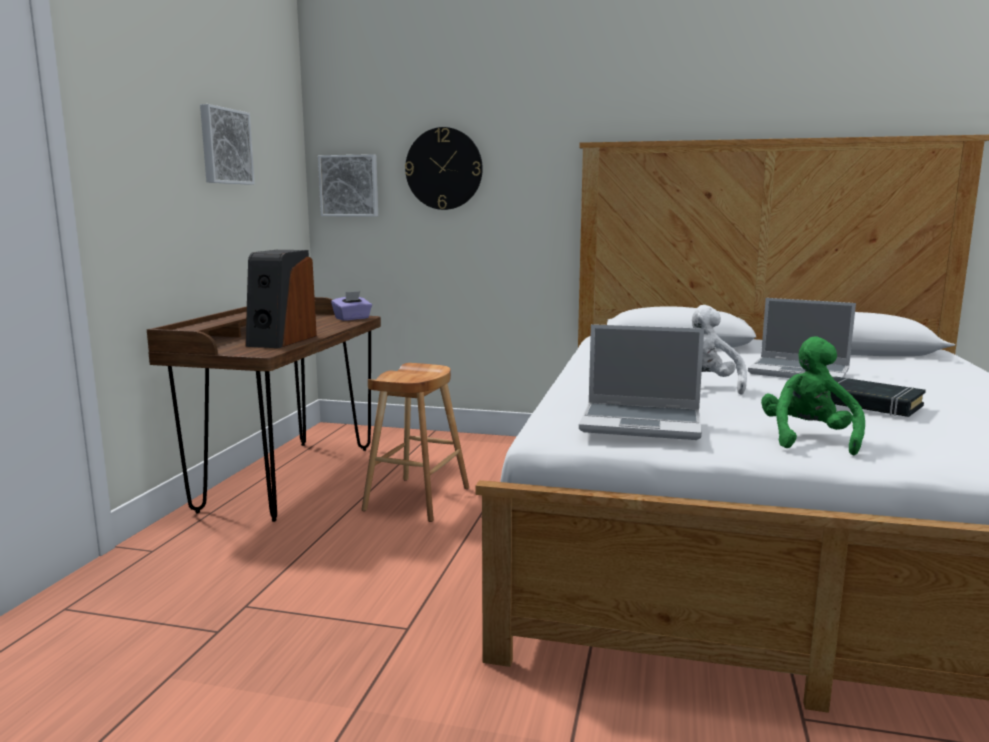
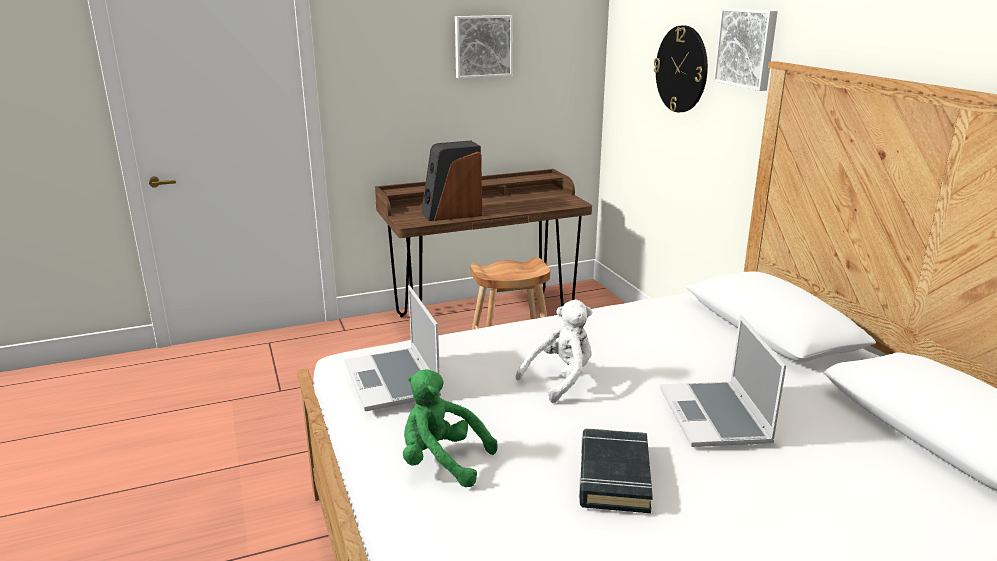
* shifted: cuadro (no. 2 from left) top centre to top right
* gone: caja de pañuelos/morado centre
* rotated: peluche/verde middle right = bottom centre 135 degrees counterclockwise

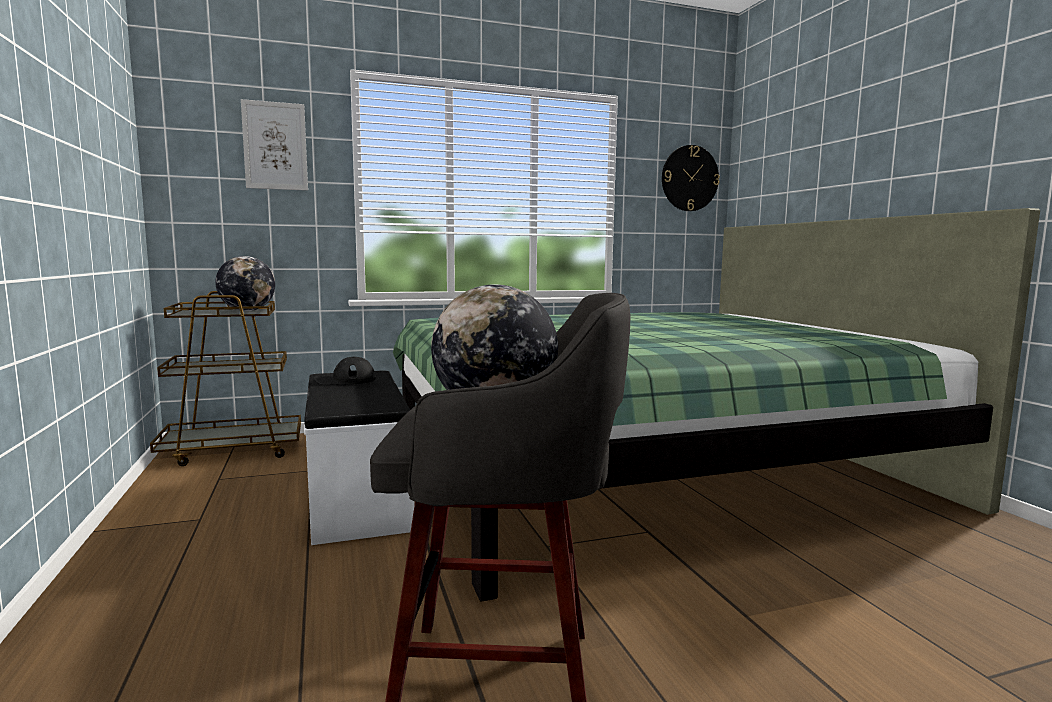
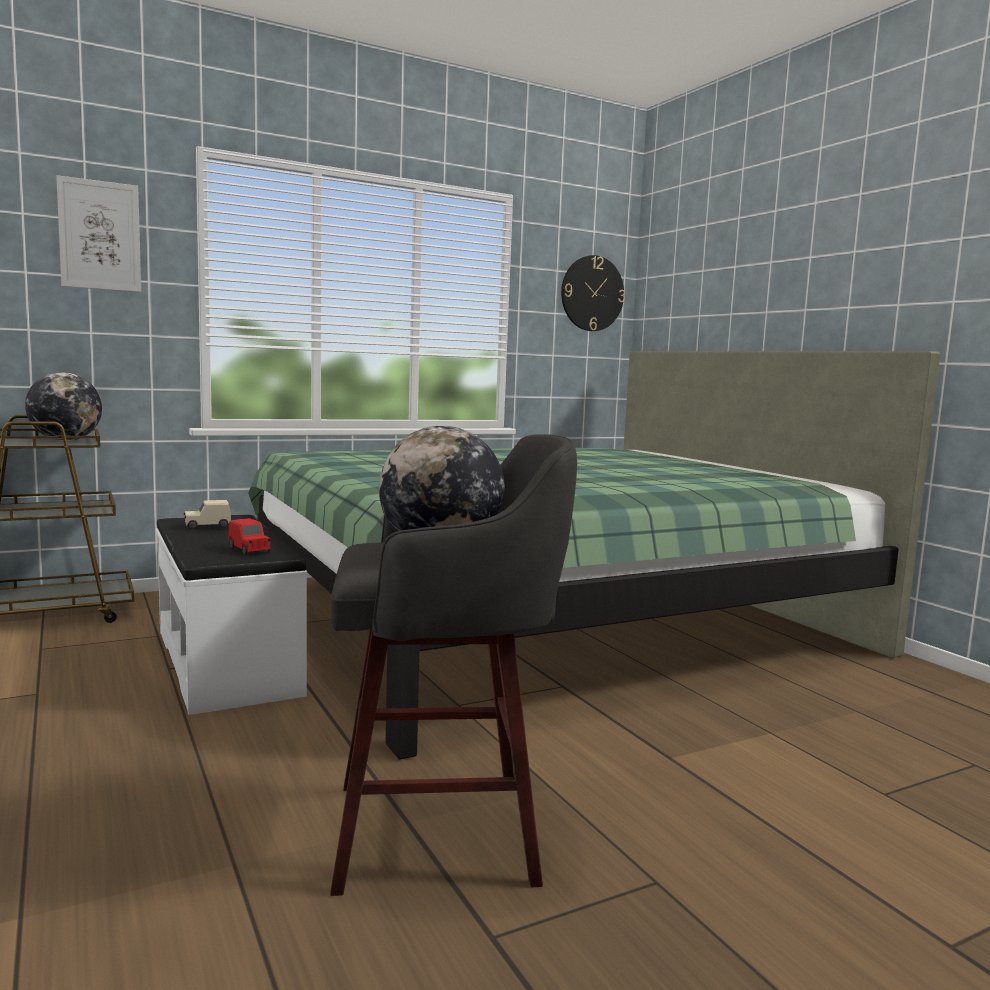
* swapped: gorra/negro middle left to coche de juguete/beis middle left
* new: coche de juguete/rojo middle left

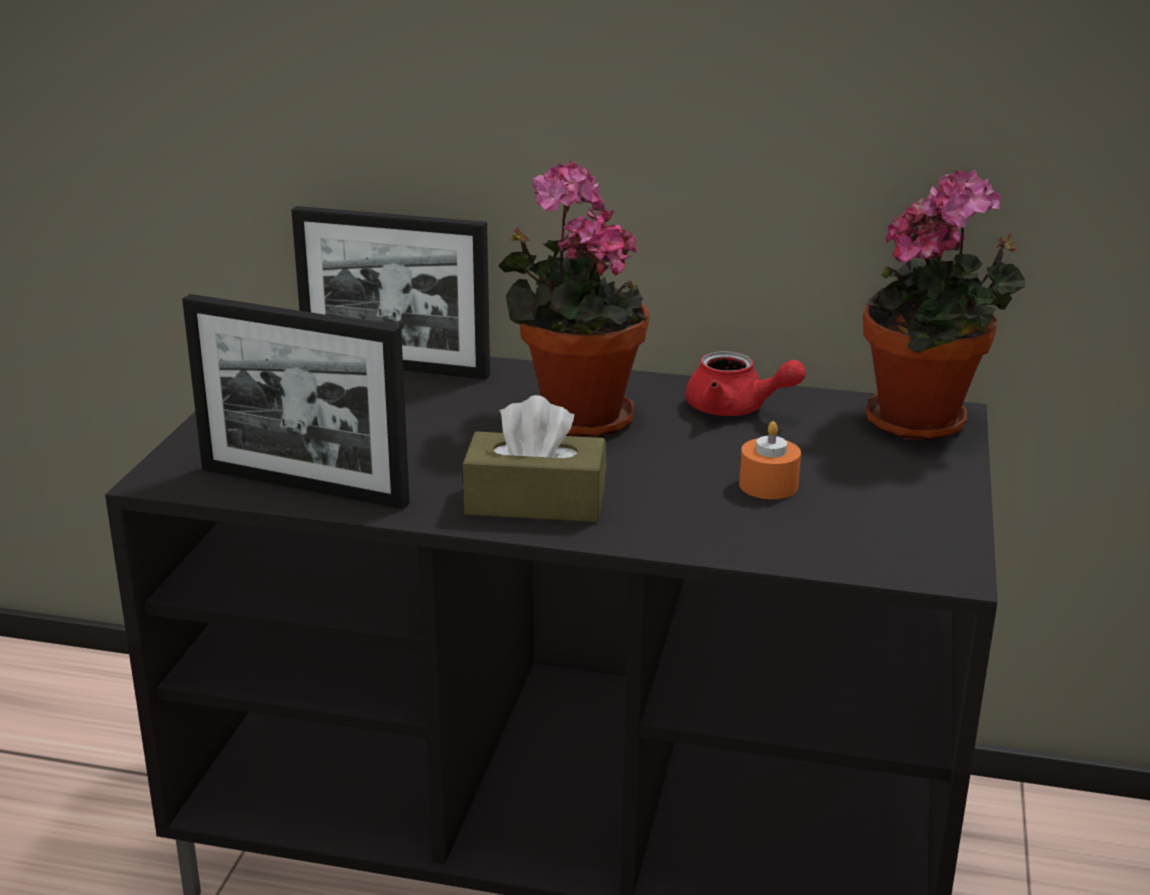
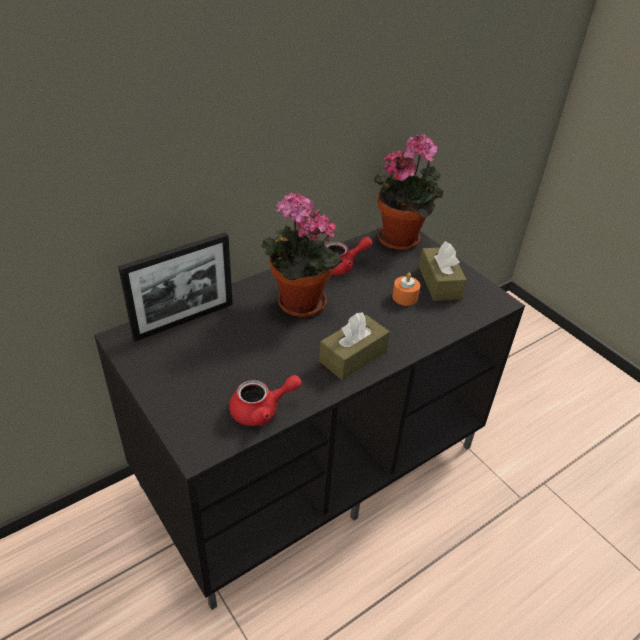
* swapped: portarretratos (no. 1 from left) middle left to tetera/rojo (no. 1 from left) centre
* new: caja de pañuelos/marrón (no. 2 from left) middle right

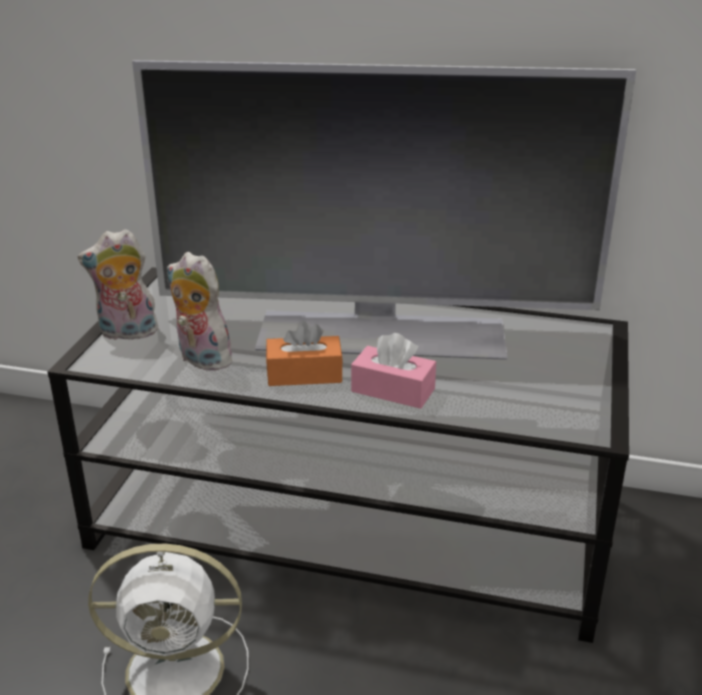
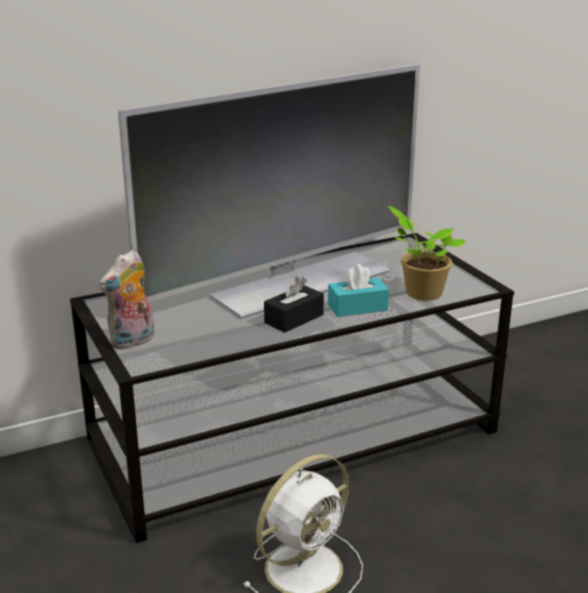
* gone: peluche (no. 2 from left) middle left
* repainted: caja de pañuelos/naranja centre to caja de pañuelos/negro centre
* repainted: caja de pañuelos/rosa centre to caja de pañuelos/turquesa centre
* new: planta en maceta middle right

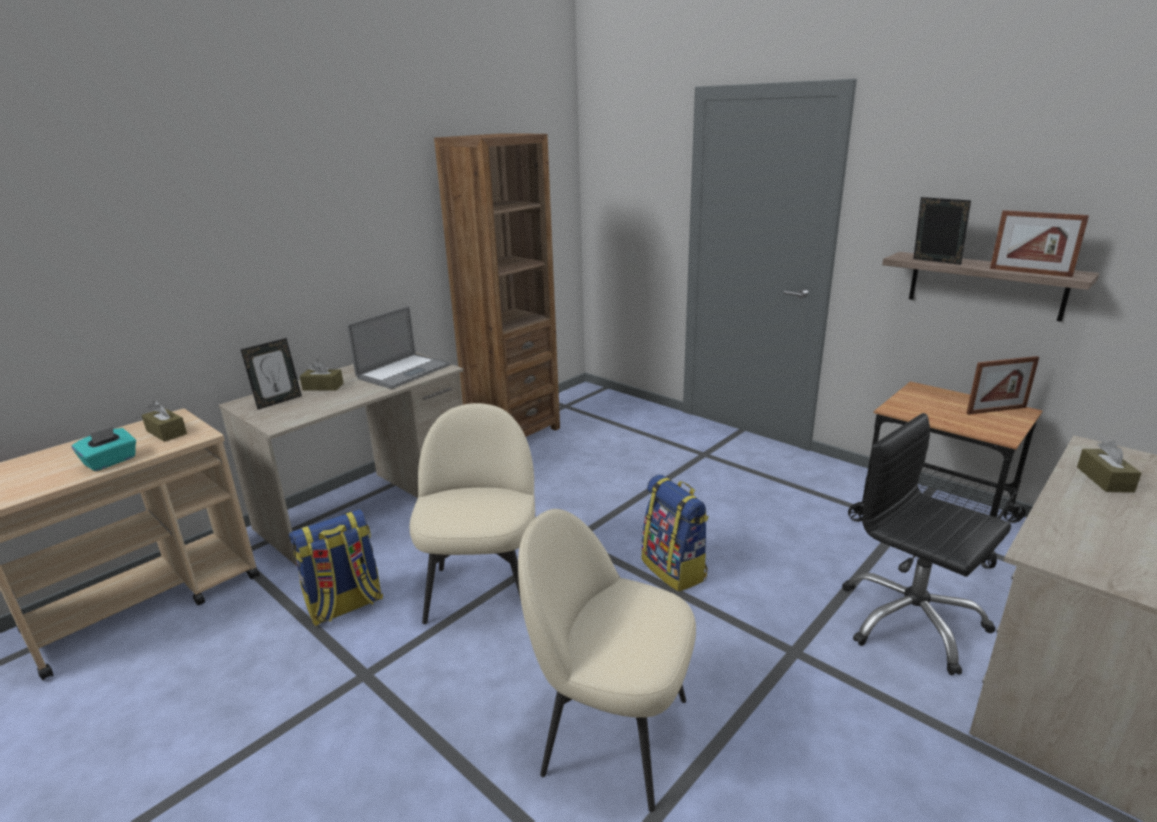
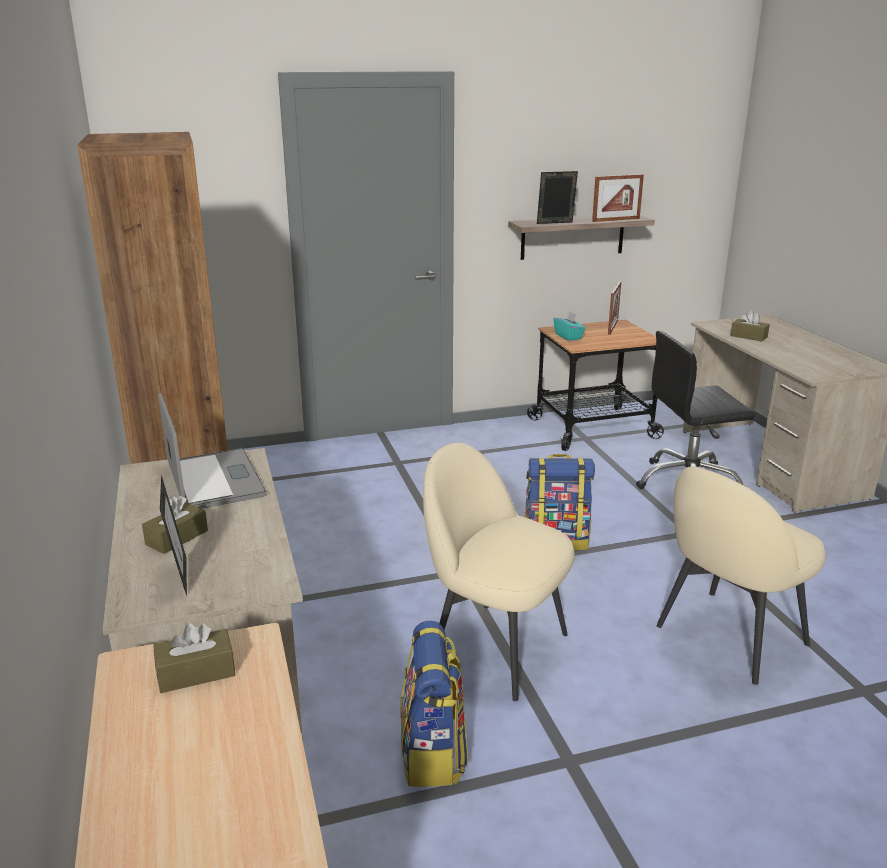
* shifted: caja de pañuelos/turquesa middle left to centre

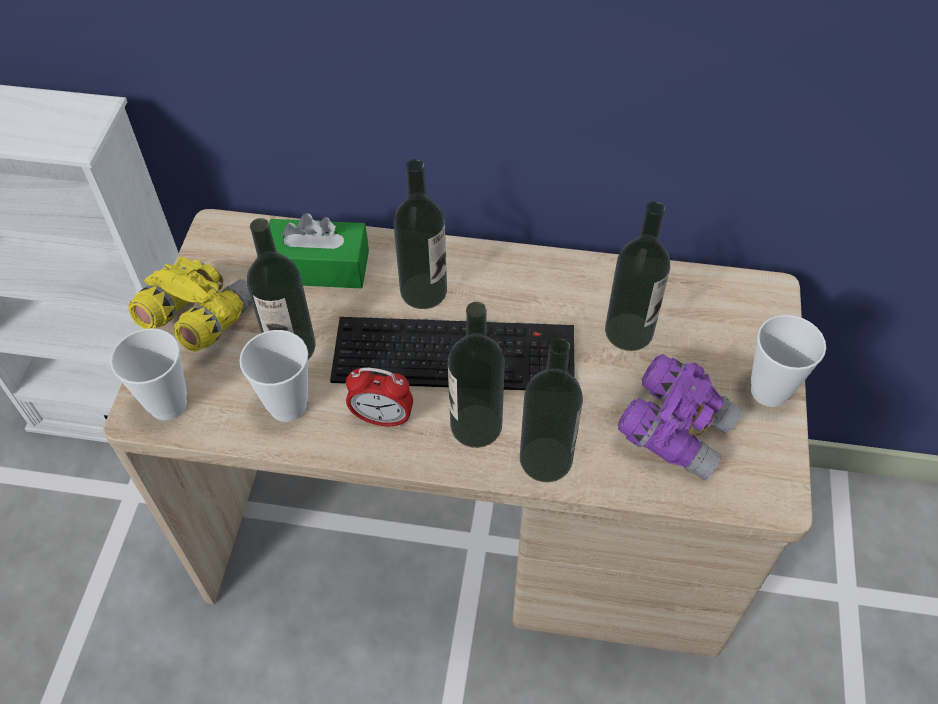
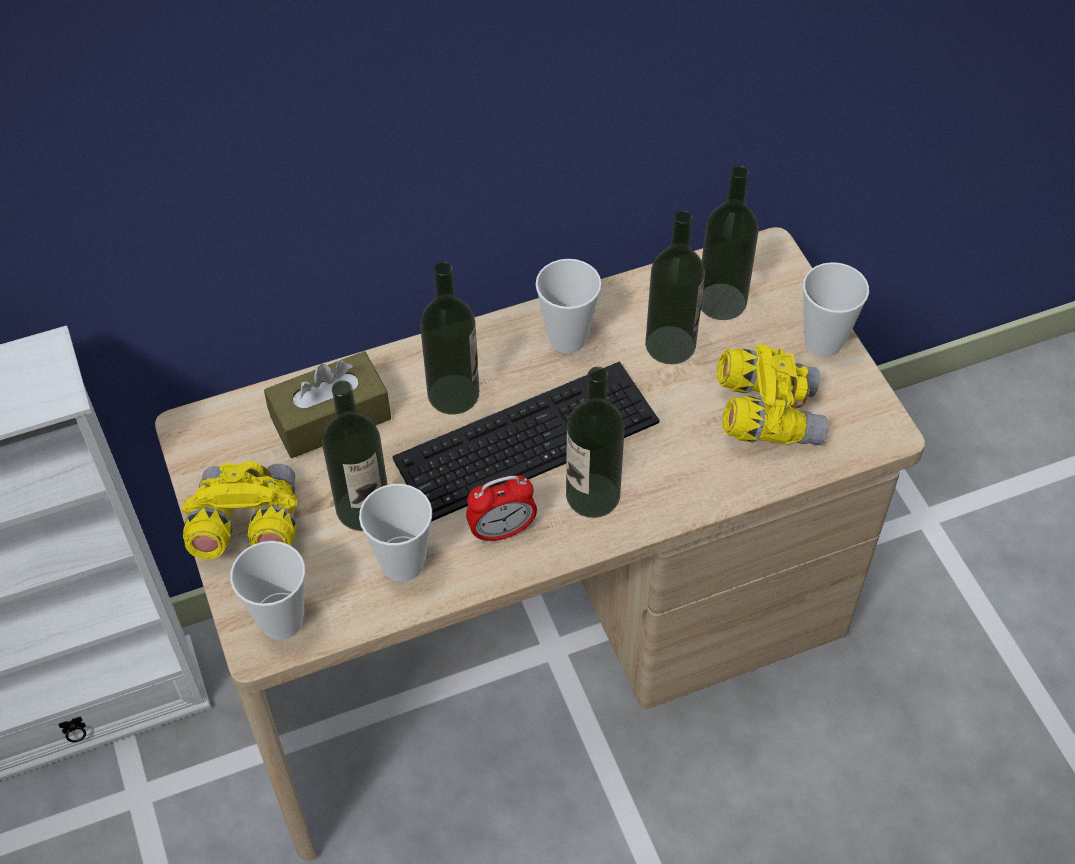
* repainted: caja de pañuelos/verde centre to caja de pañuelos/marrón middle left
* shifted: botella (no. 4 from left in the first image) centre to botella (no. 5 from left) top right
* repainted: prismáticos/morado middle right to prismáticos/amarillo (no. 2 from left) middle right
* new: taza (no. 3 from left) centre

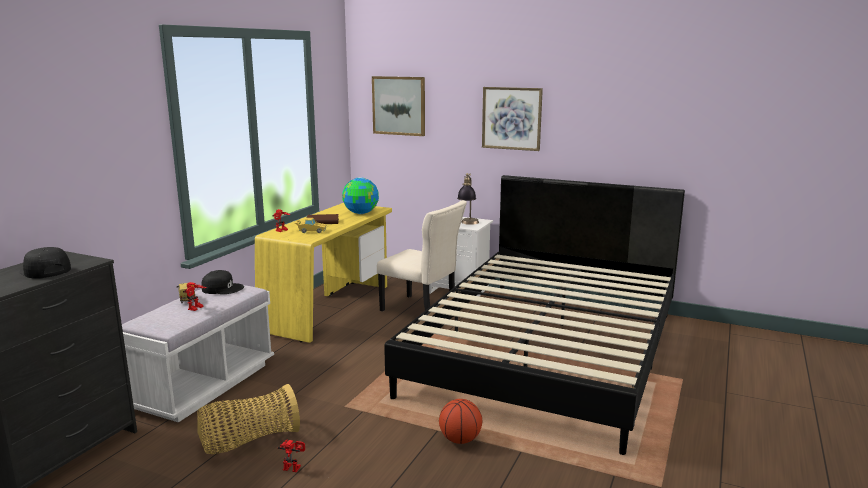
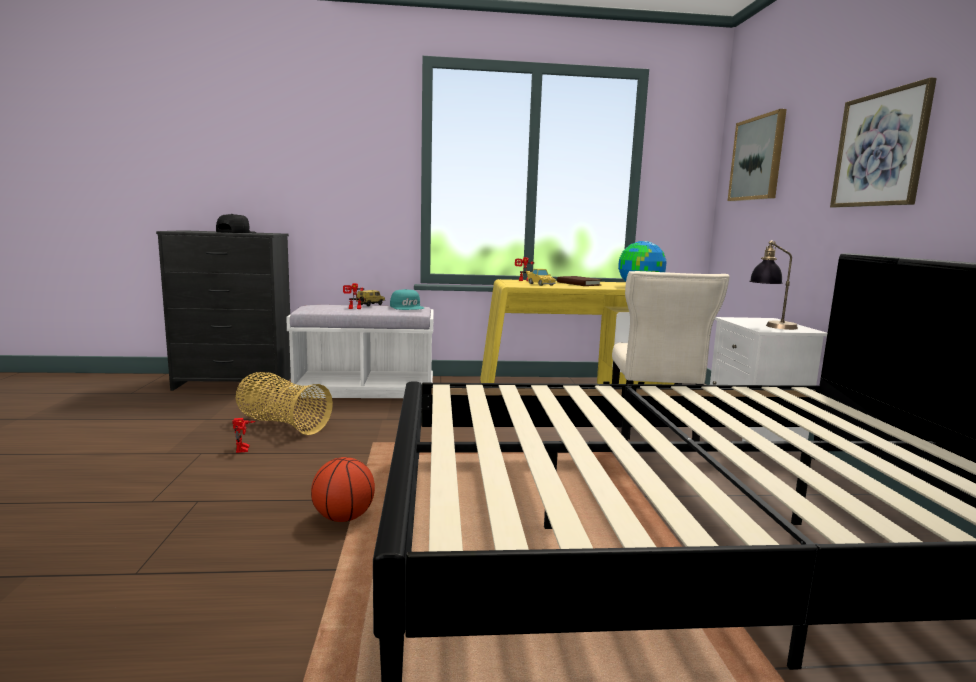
* repainted: gorra/negro (no. 2 from left) middle left to gorra/turquesa centre

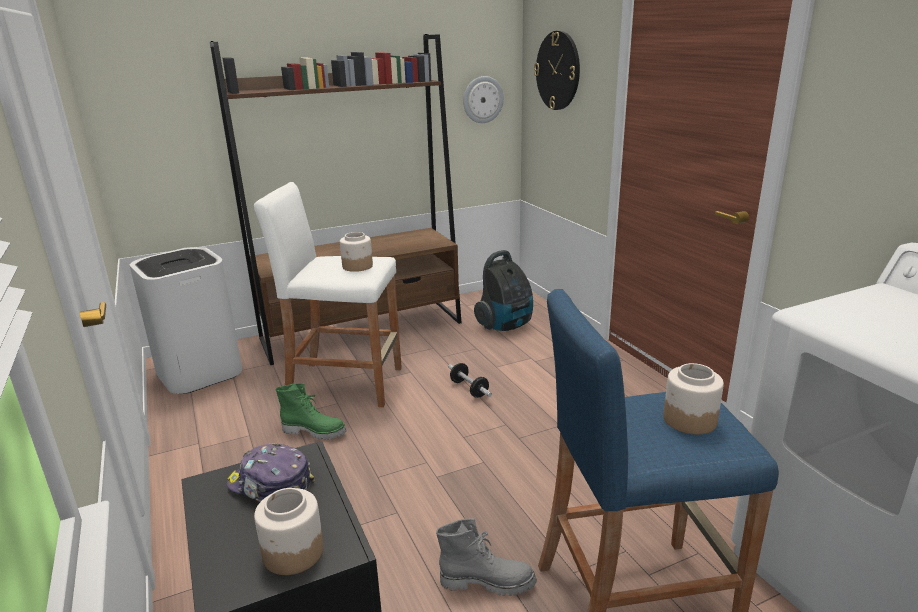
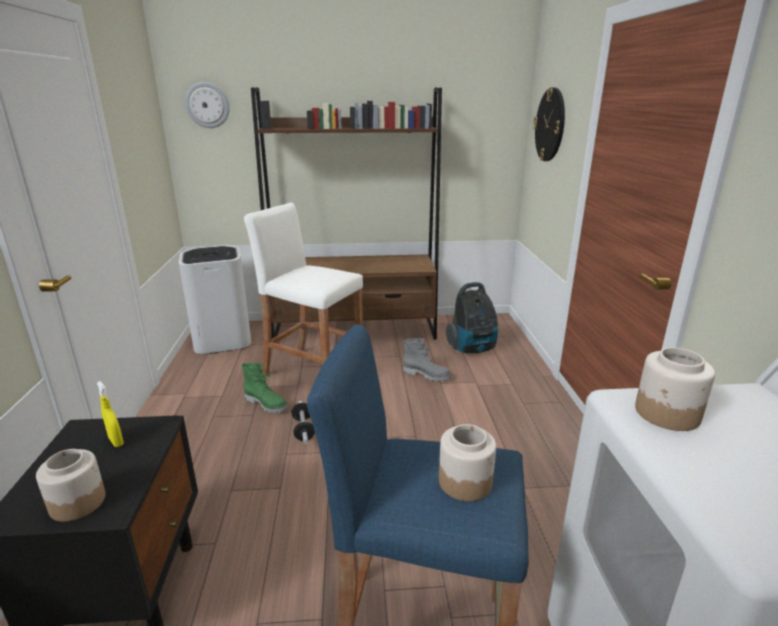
* shifted: reloj de pared (no. 1 from left) top centre to top left
* shifted: tarro (no. 2 from left in the first image) centre to tarro (no. 3 from left) middle right
* shifted: mancuerna centre to bottom centre
* swapped: gorra bottom left to pulverizador/amarillo middle left
* shifted: bota/gris bottom centre to centre

